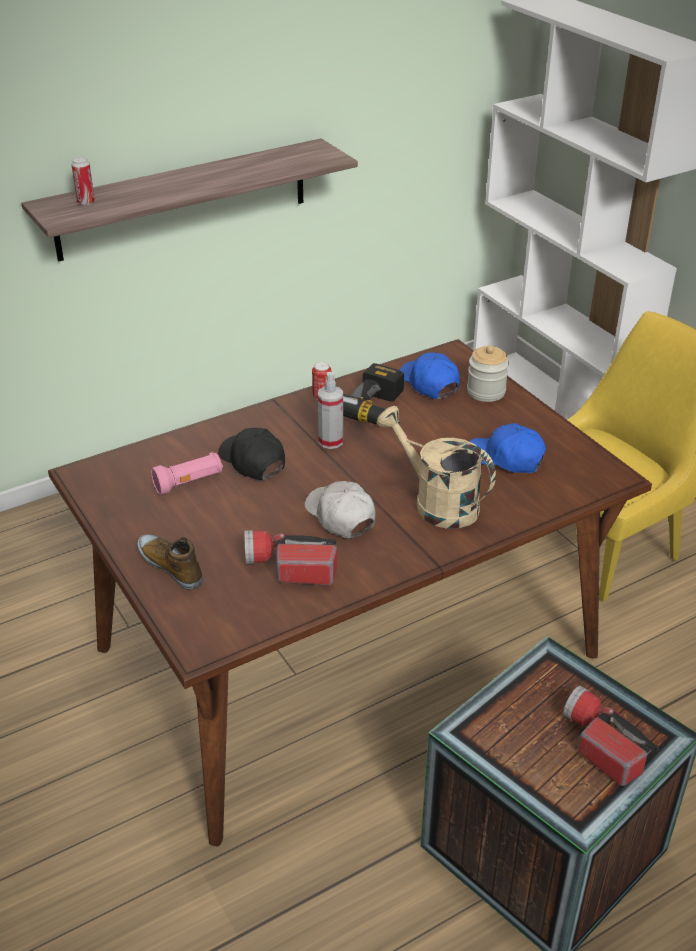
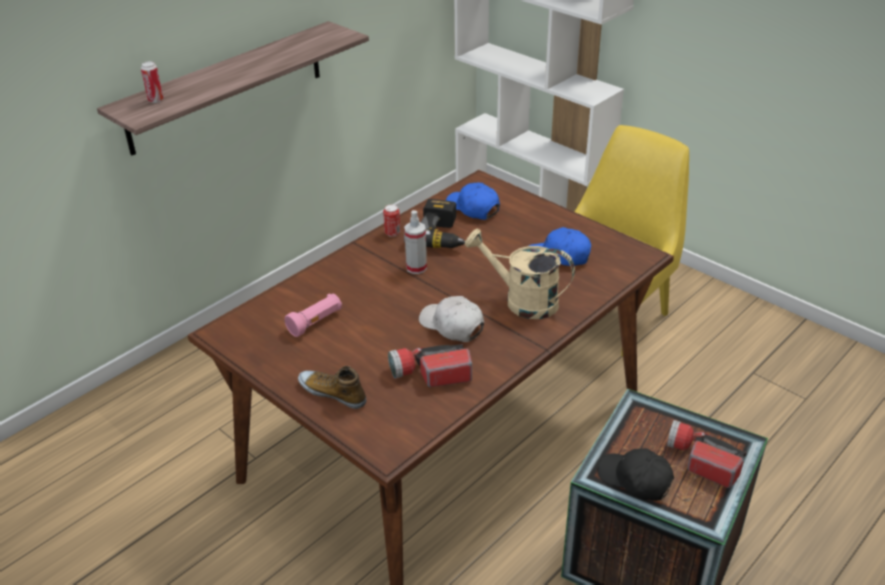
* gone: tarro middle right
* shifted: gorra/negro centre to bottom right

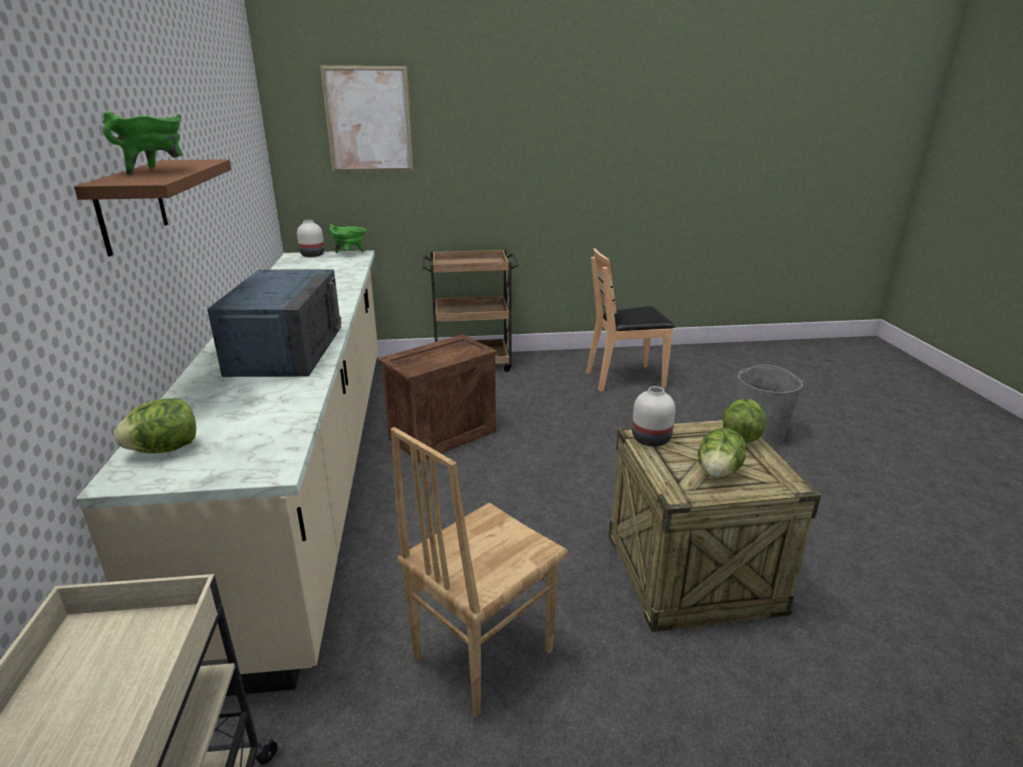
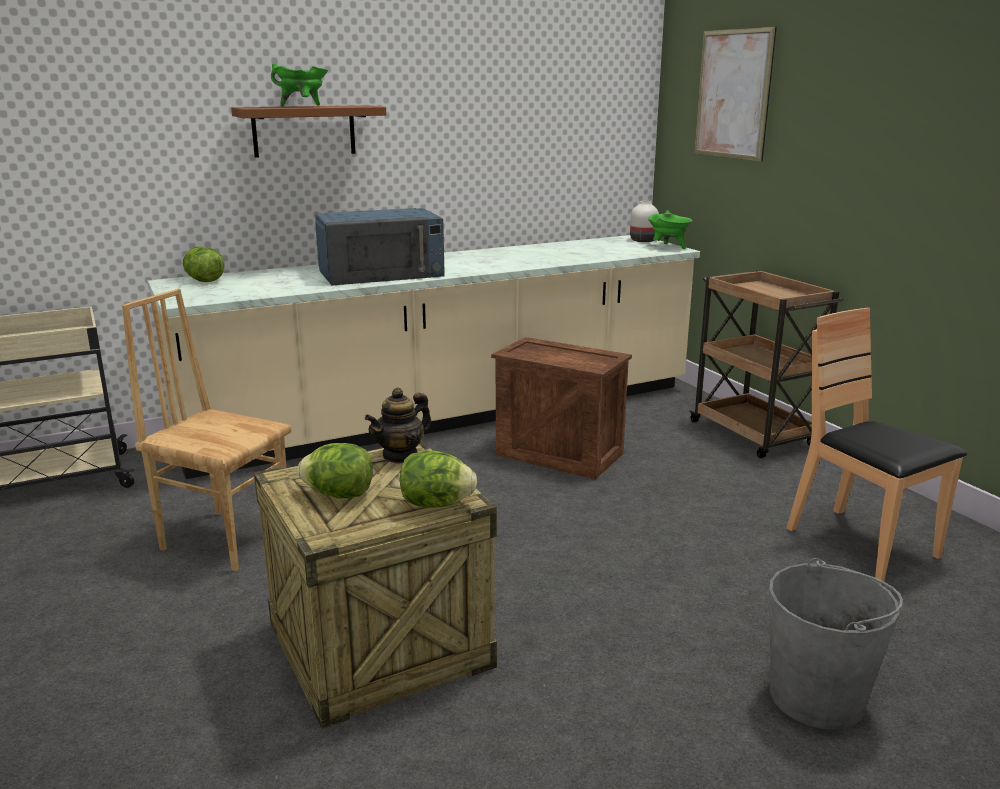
* swapped: florero/blanco (no. 2 from left) centre to tetera centre

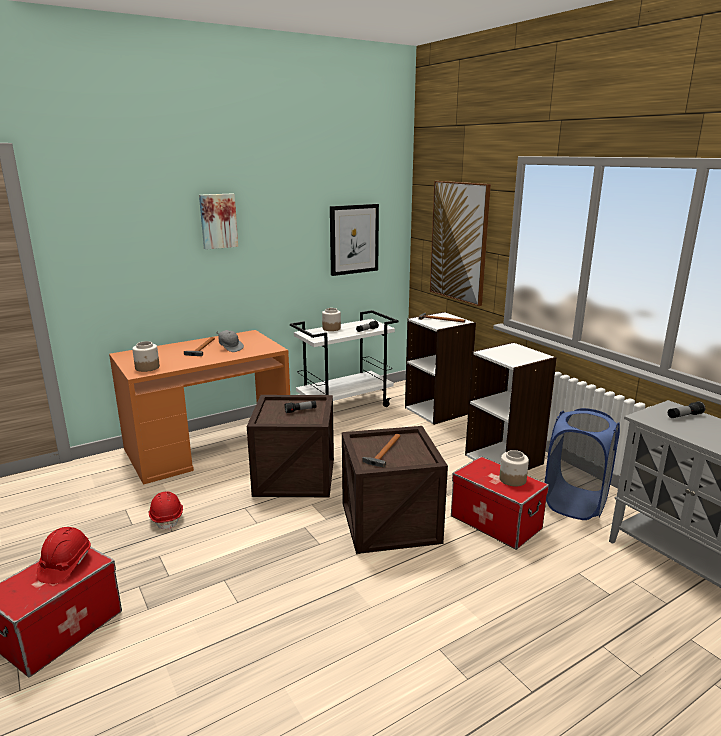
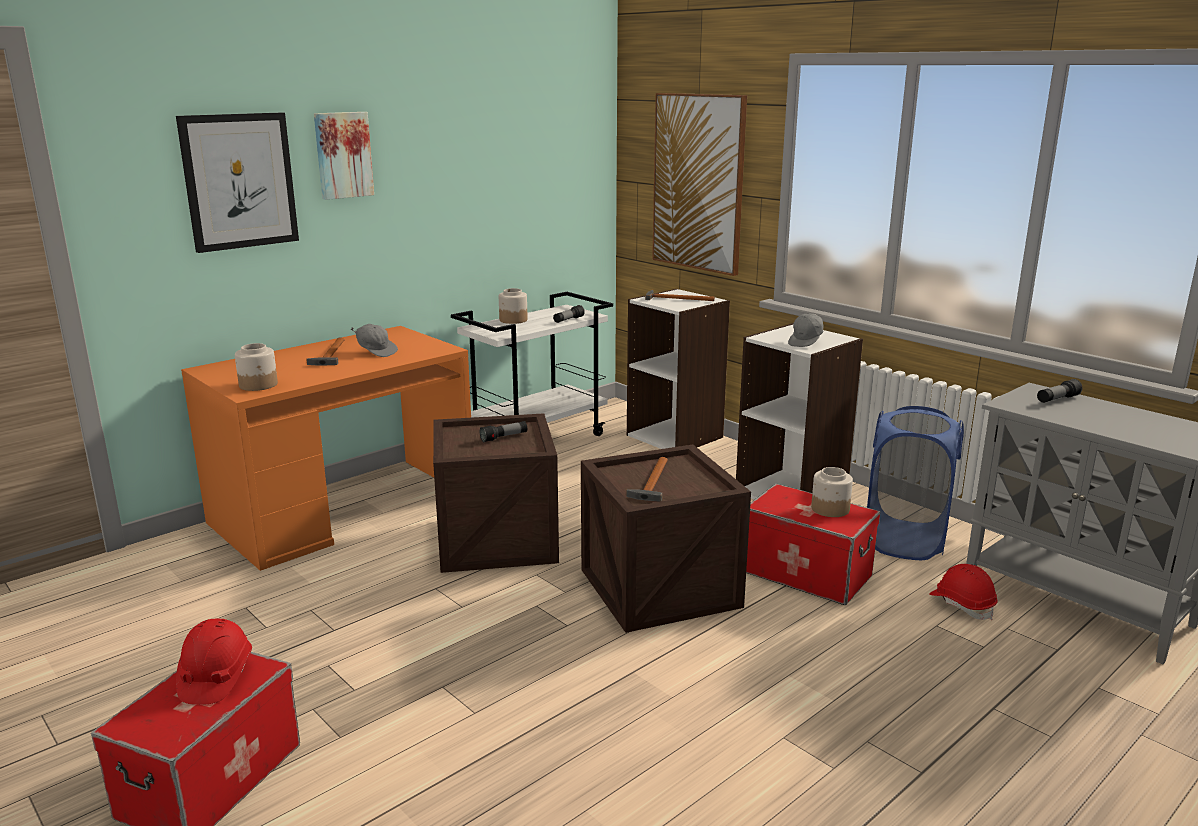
* shifted: cuadro (no. 2 from left in the first image) top centre to cuadro (no. 1 from left) top left
* shifted: casco/rojo (no. 2 from left) bottom left to bottom right
* new: gorra/gris (no. 2 from left) middle right

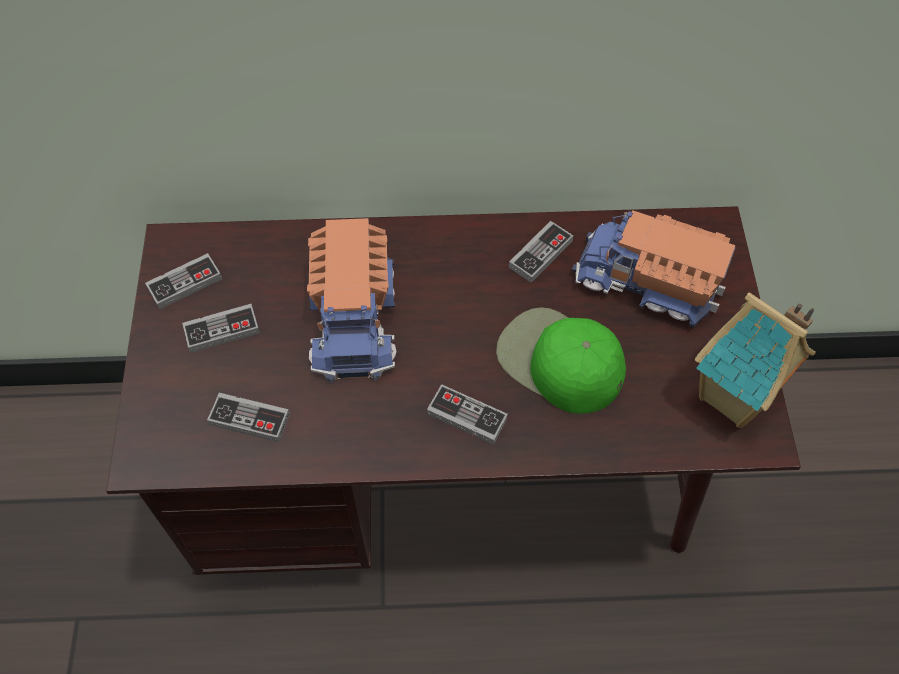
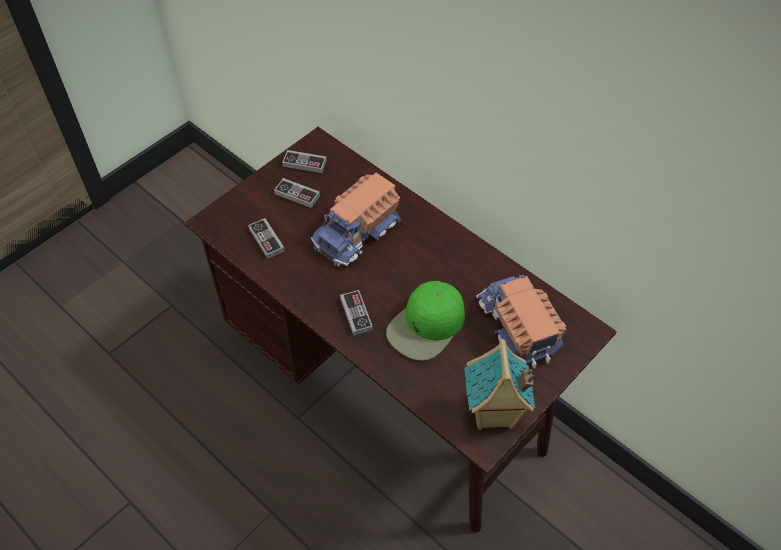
* gone: mando de consola (no. 5 from left) centre
* rotated: gorra/verde centre = centre 135 degrees counterclockwise

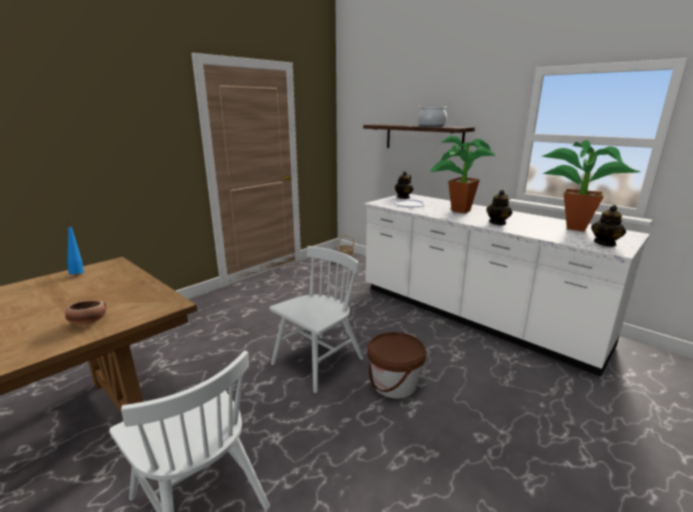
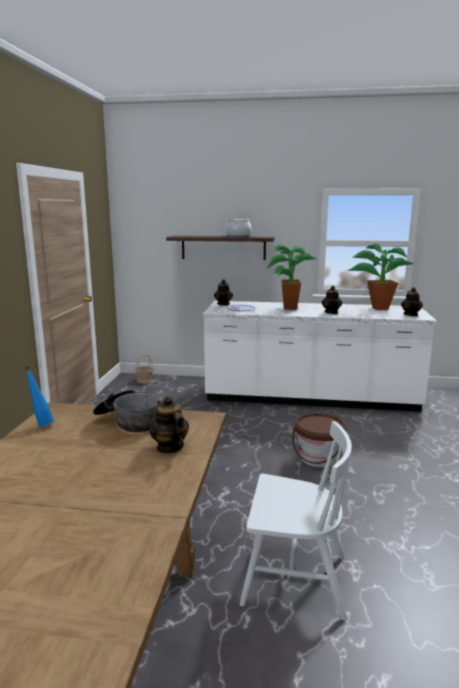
* gone: silla/blanco (no. 2 from left) centre
* swapped: cuenco middle left to tetera (no. 1 from left) centre
* new: olla (no. 1 from left) middle left

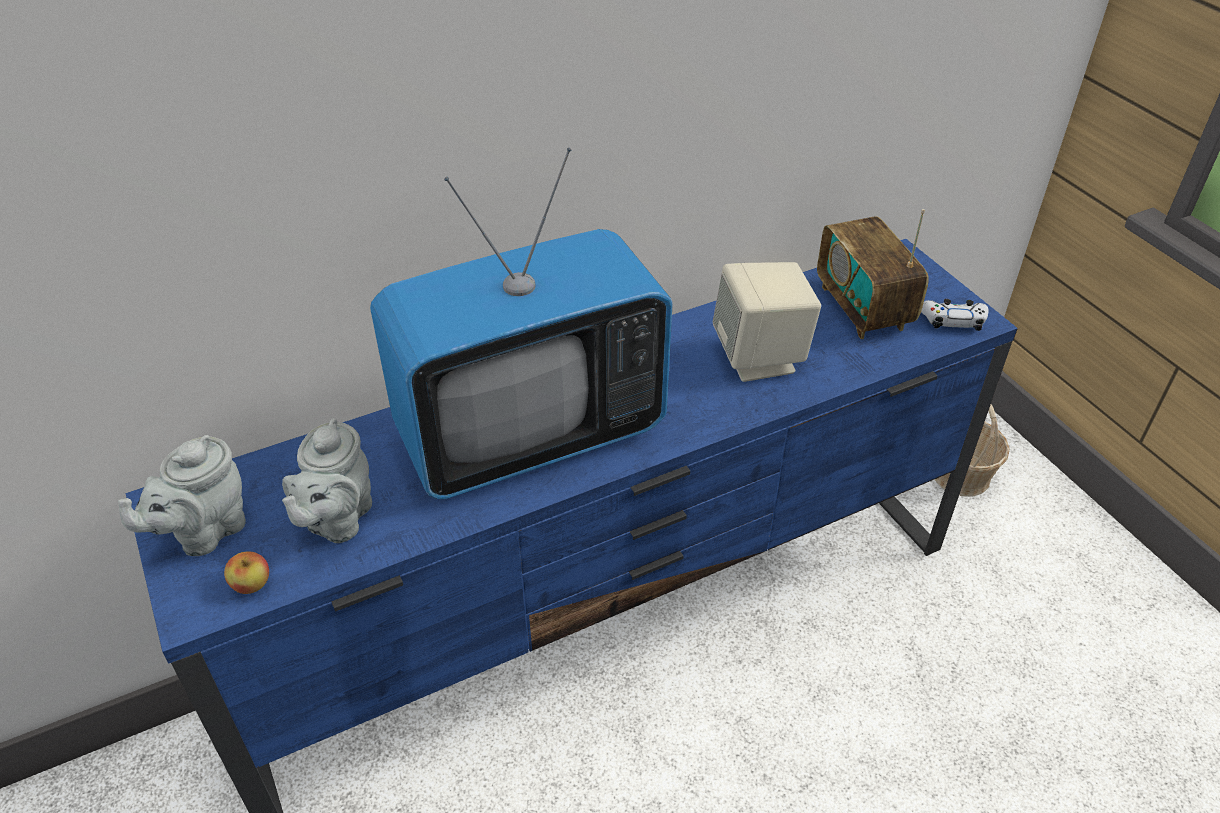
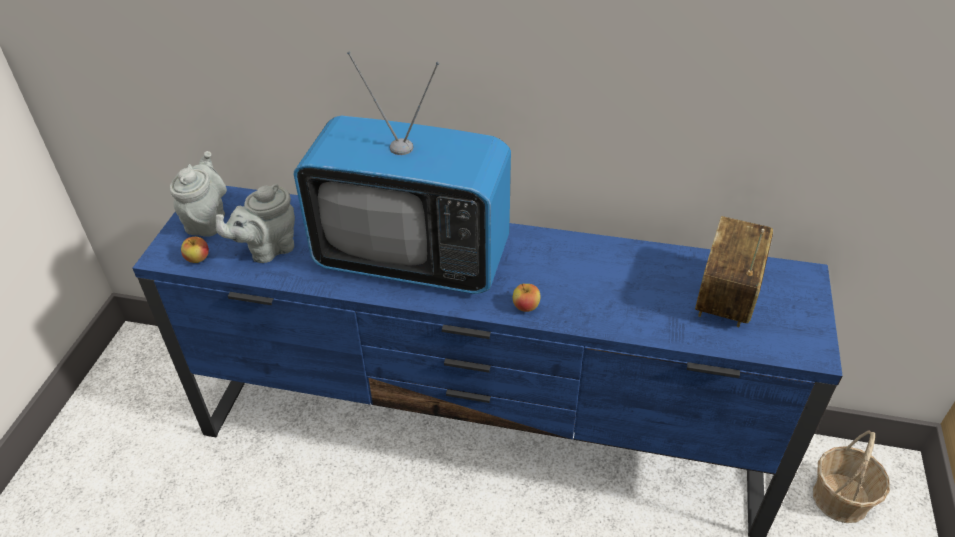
* gone: altavoz/beis centre
* gone: mando de consola/blanco middle right
* rotated: tetera/gris (no. 1 from left) middle left = middle left 105 degrees clockwise
* new: manzana (no. 2 from left) centre

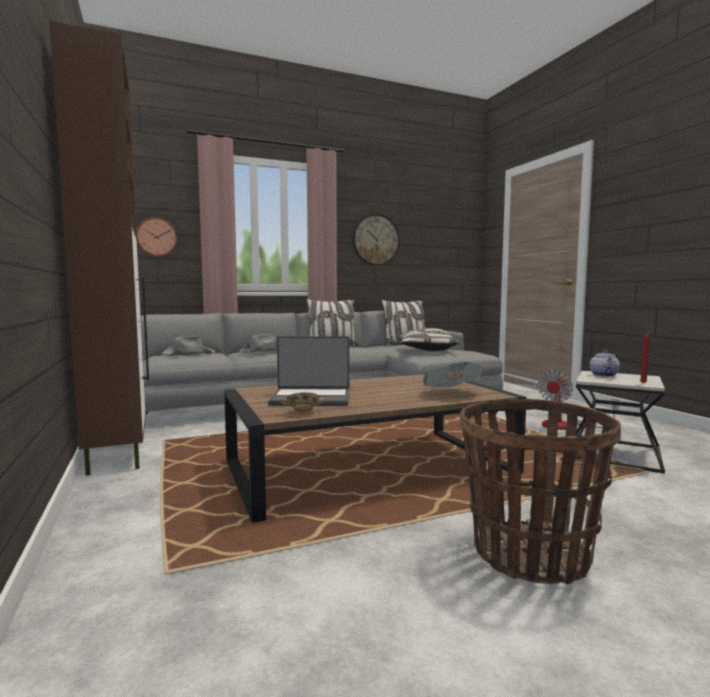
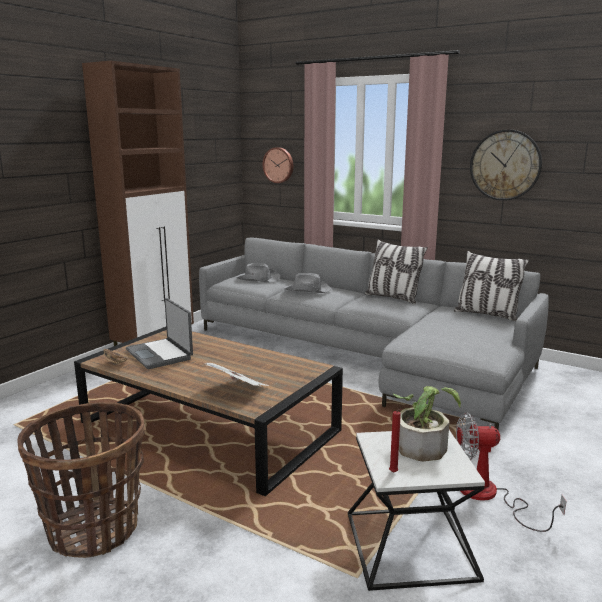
* gone: cojín (no. 3 from left) centre
* swapped: tetera middle right to planta en maceta bottom right

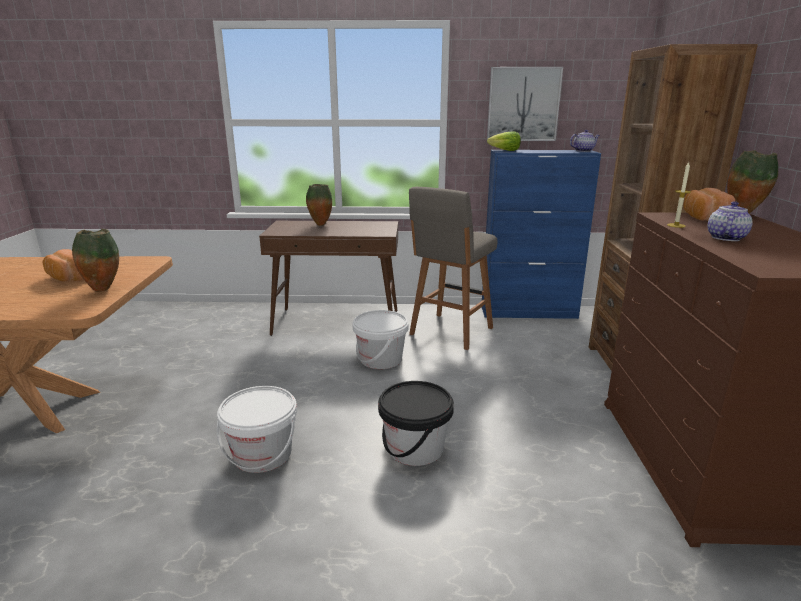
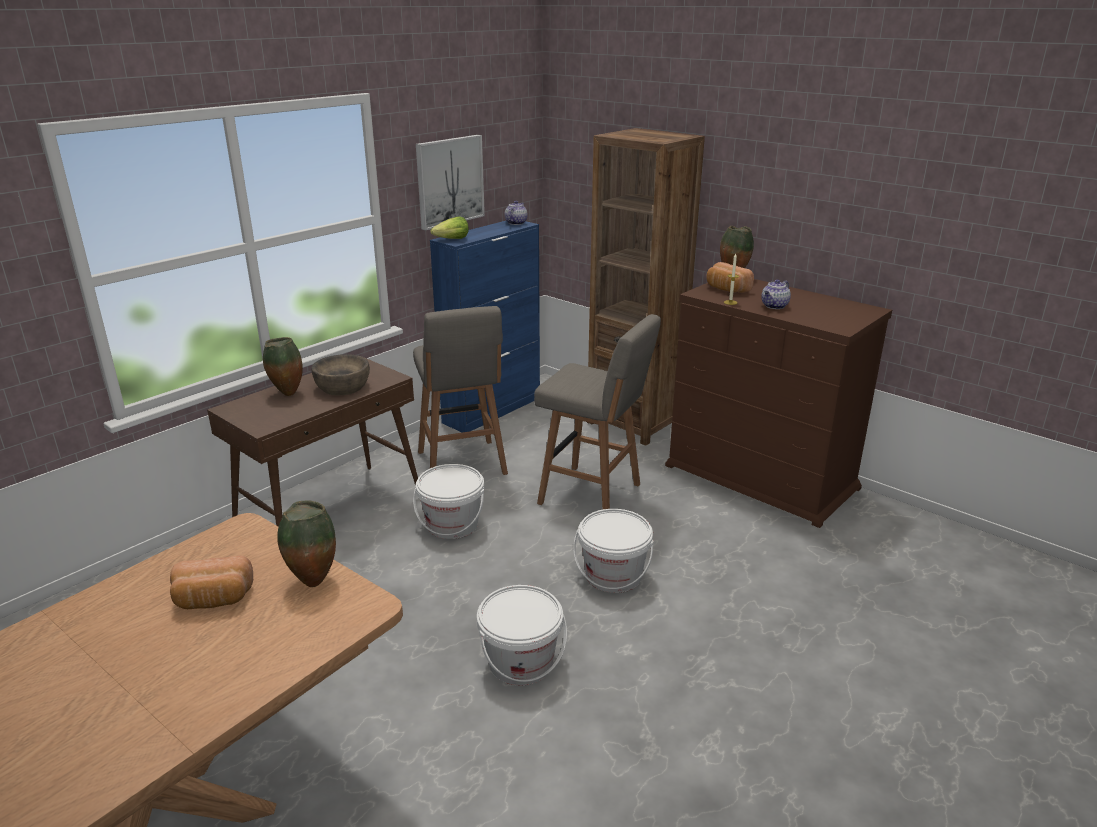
* rotated: tetera (no. 2 from left) middle right = middle right 120 degrees counterclockwise
* repainted: cubo/negro bottom centre to cubo/blanco (no. 3 from left) centre
* new: taburete/gris (no. 2 from left) centre
* new: cuenco/marrón middle left

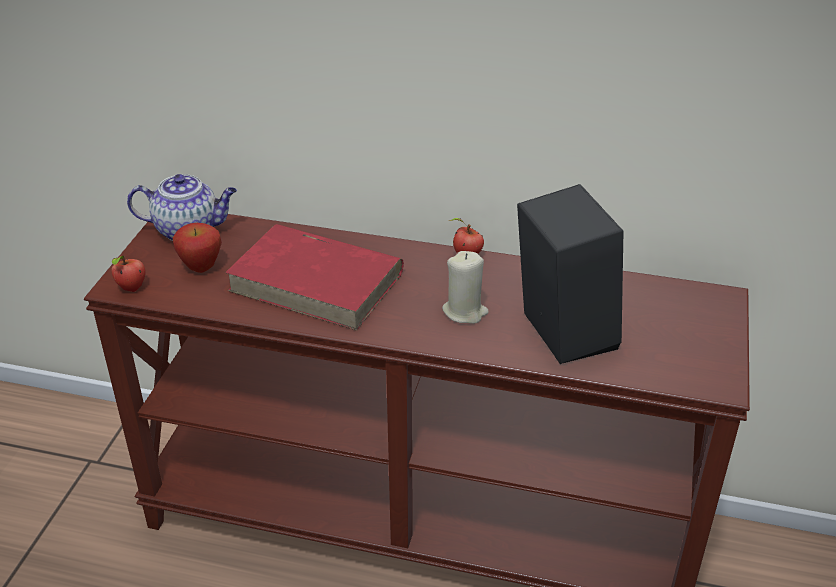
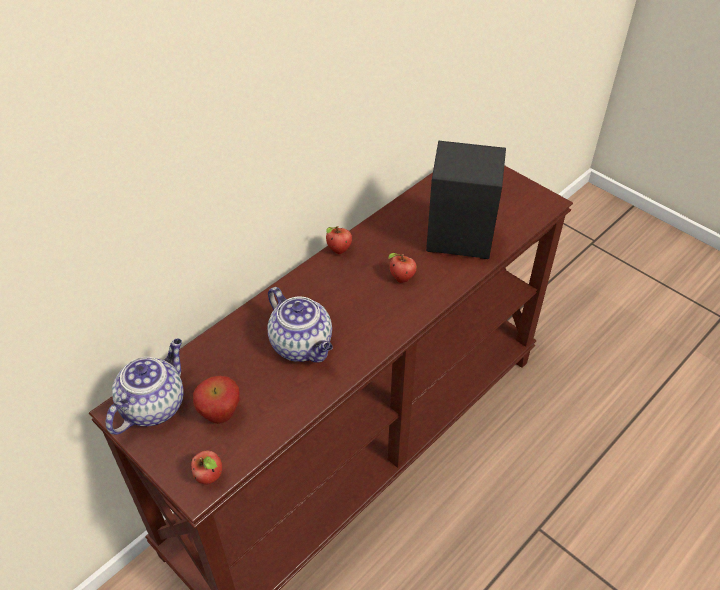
* swapped: libro/rojo centre to tetera (no. 2 from left) centre
* swapped: vela/beis centre to manzana (no. 4 from left) centre

